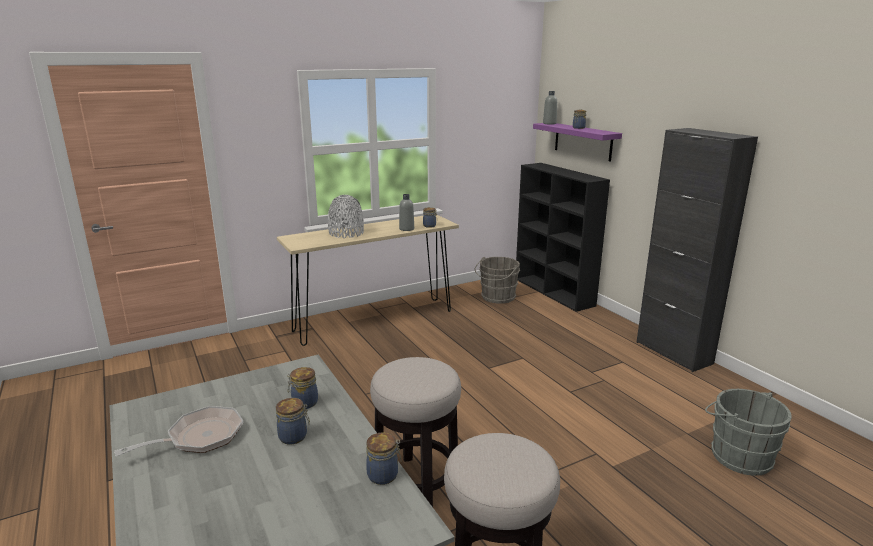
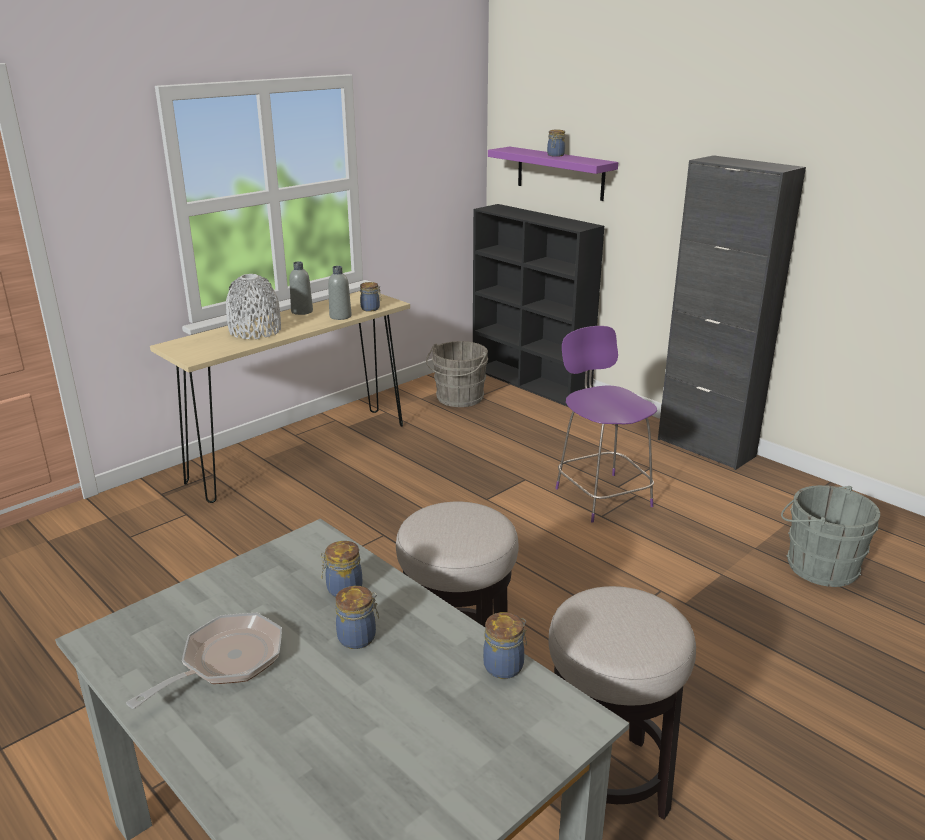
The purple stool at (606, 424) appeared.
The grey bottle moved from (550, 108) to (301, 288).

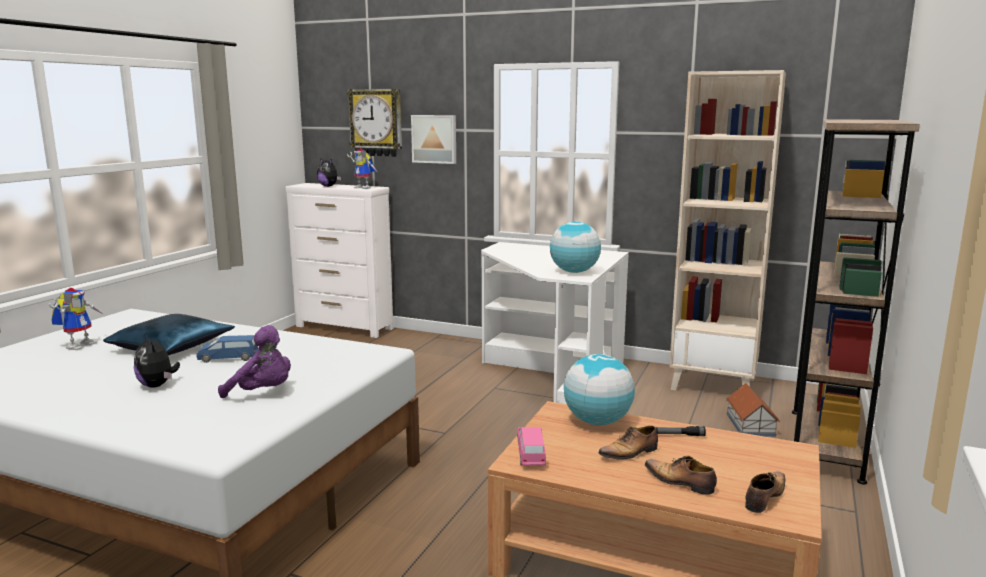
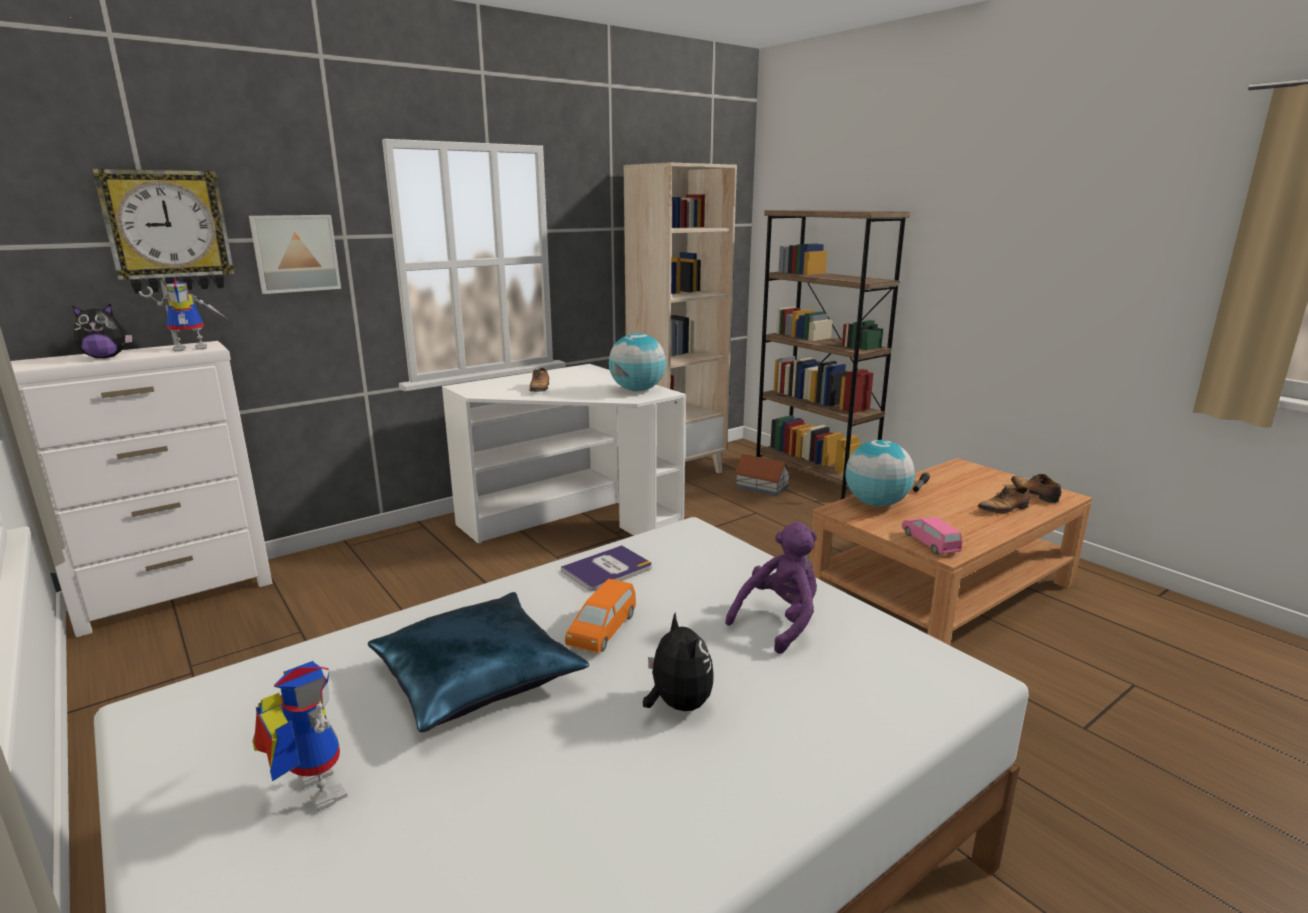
The book at (606, 568) appeared.
The shoe moved from (628, 443) to (539, 380).
The blue toy car at (227, 349) became the orange toy car at (600, 616).
The plush toy at (157, 361) turned 105 degrees counterclockwise.
The pink toy car at (531, 446) turned 45 degrees clockwise.

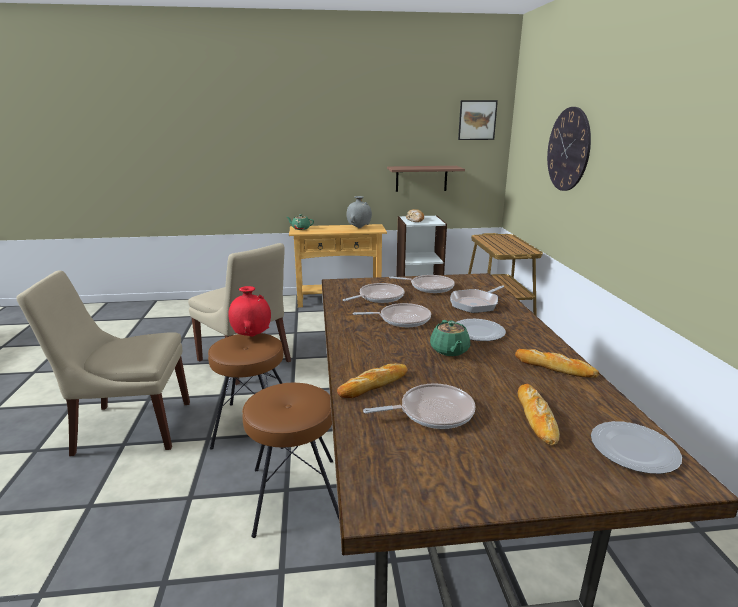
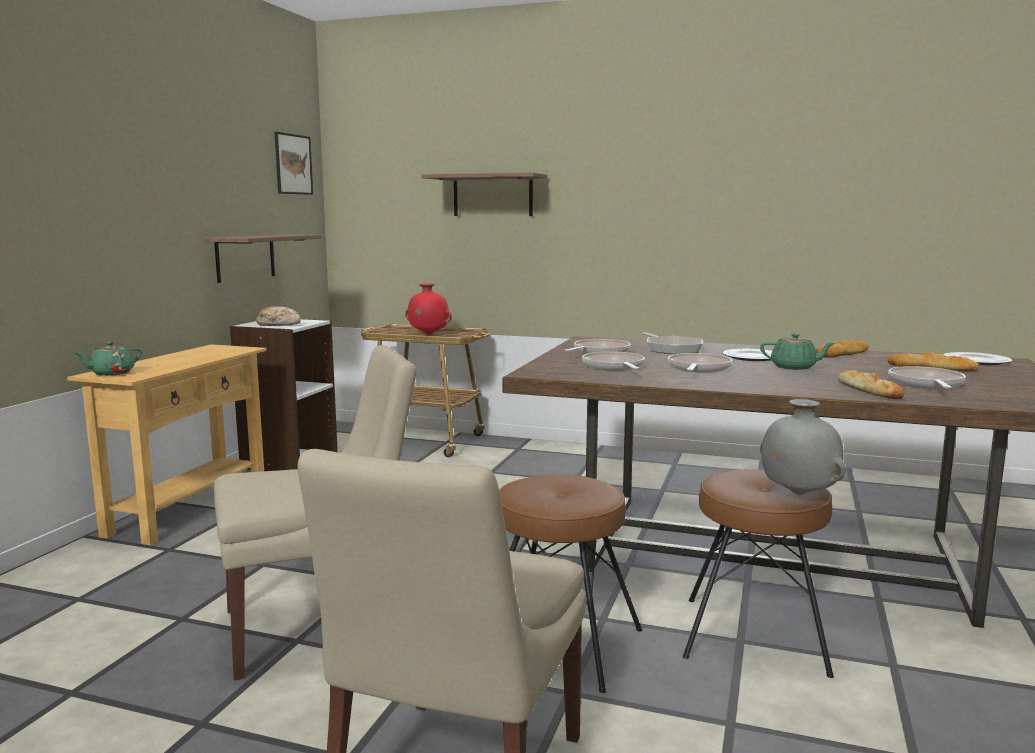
The red vase moved from (249, 311) to (428, 309).
The grey vase moved from (359, 212) to (803, 447).
The wall clock at (569, 149) was replaced by the shelf at (484, 194).

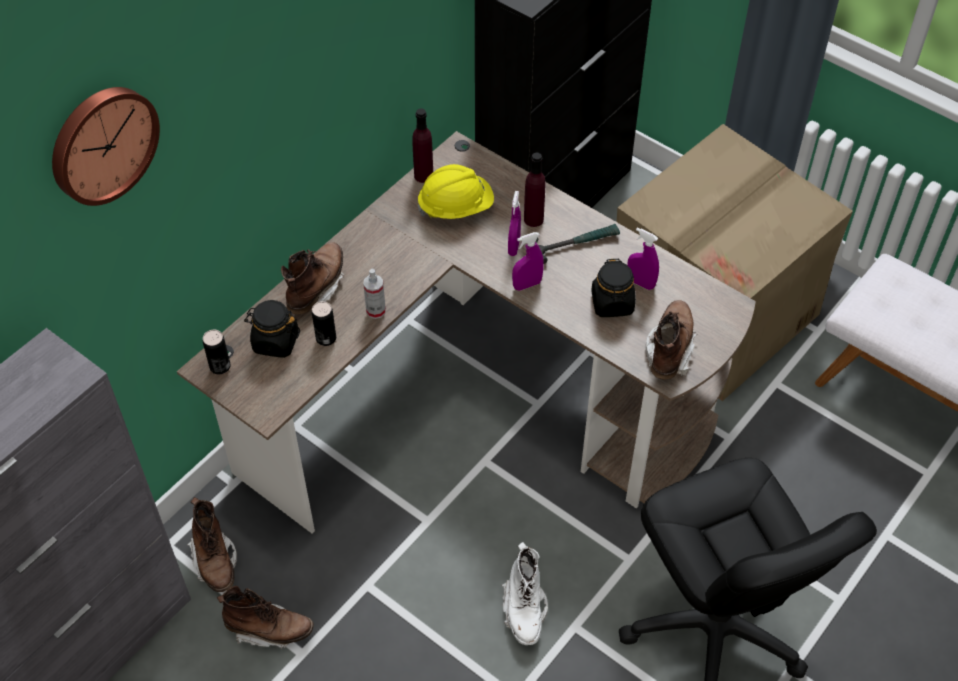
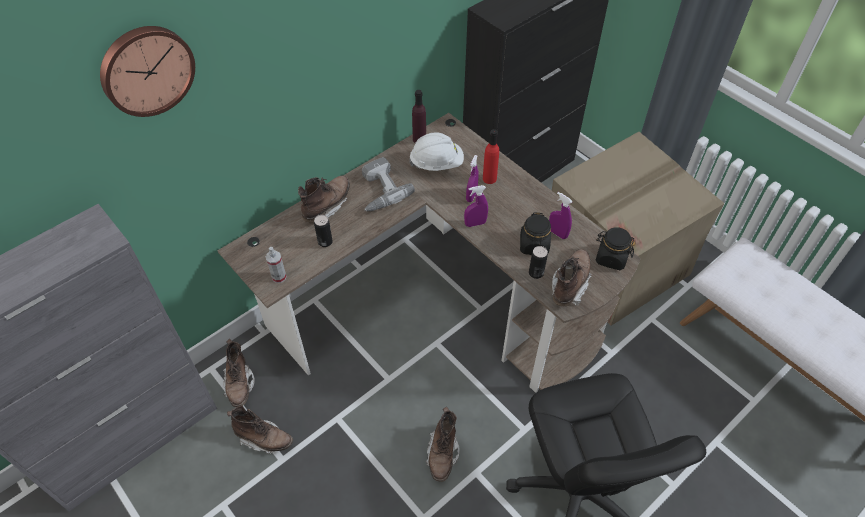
The hammer at (578, 244) disappeared.
The power drill at (388, 184) appeared.
The can moved from (217, 352) to (538, 262).
The black jar moved from (272, 329) to (616, 248).
The spray bottle moved from (374, 293) to (276, 265).
The yellow hard hat at (455, 191) became the white hard hat at (436, 151).
The white boot at (524, 593) became the brown boot at (443, 444).
The purple bottle at (535, 190) became the red bottle at (491, 156).

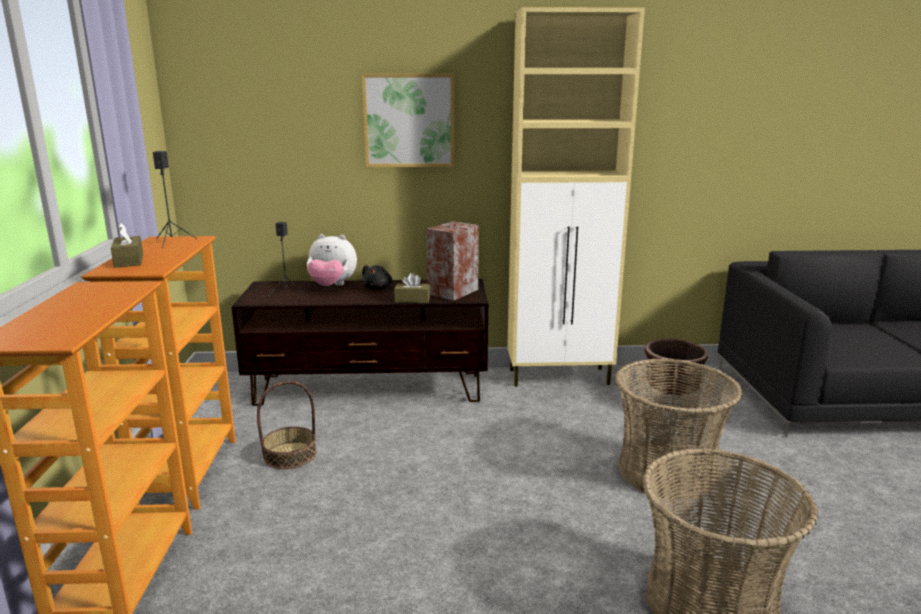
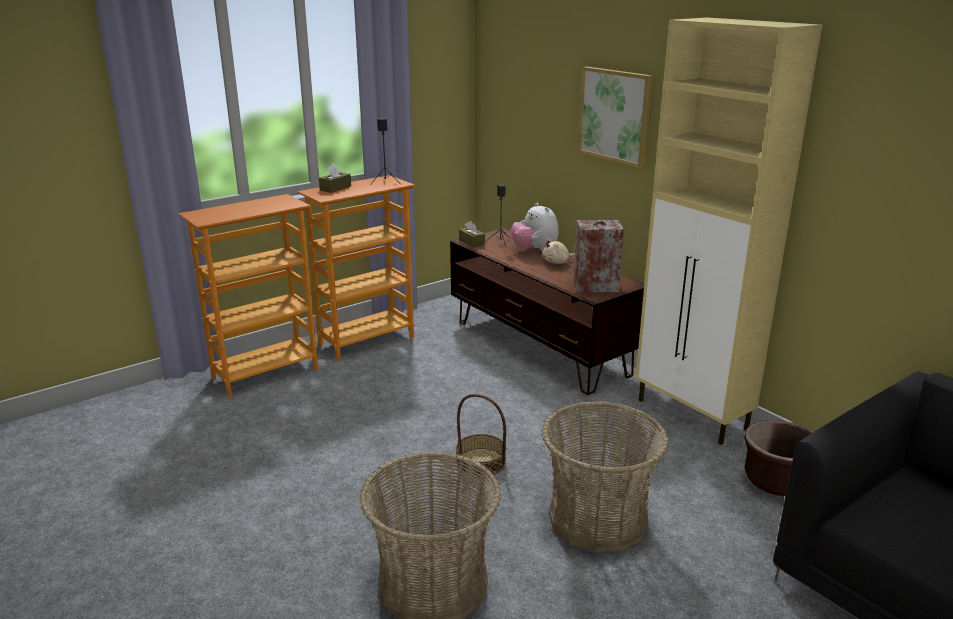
The basket moved from (286, 425) to (481, 435).
The brown tissue box moved from (412, 288) to (472, 234).
The black plush toy at (377, 277) became the beige plush toy at (559, 251).

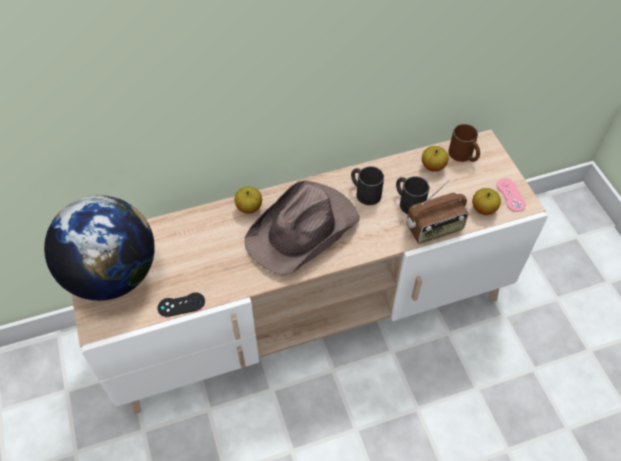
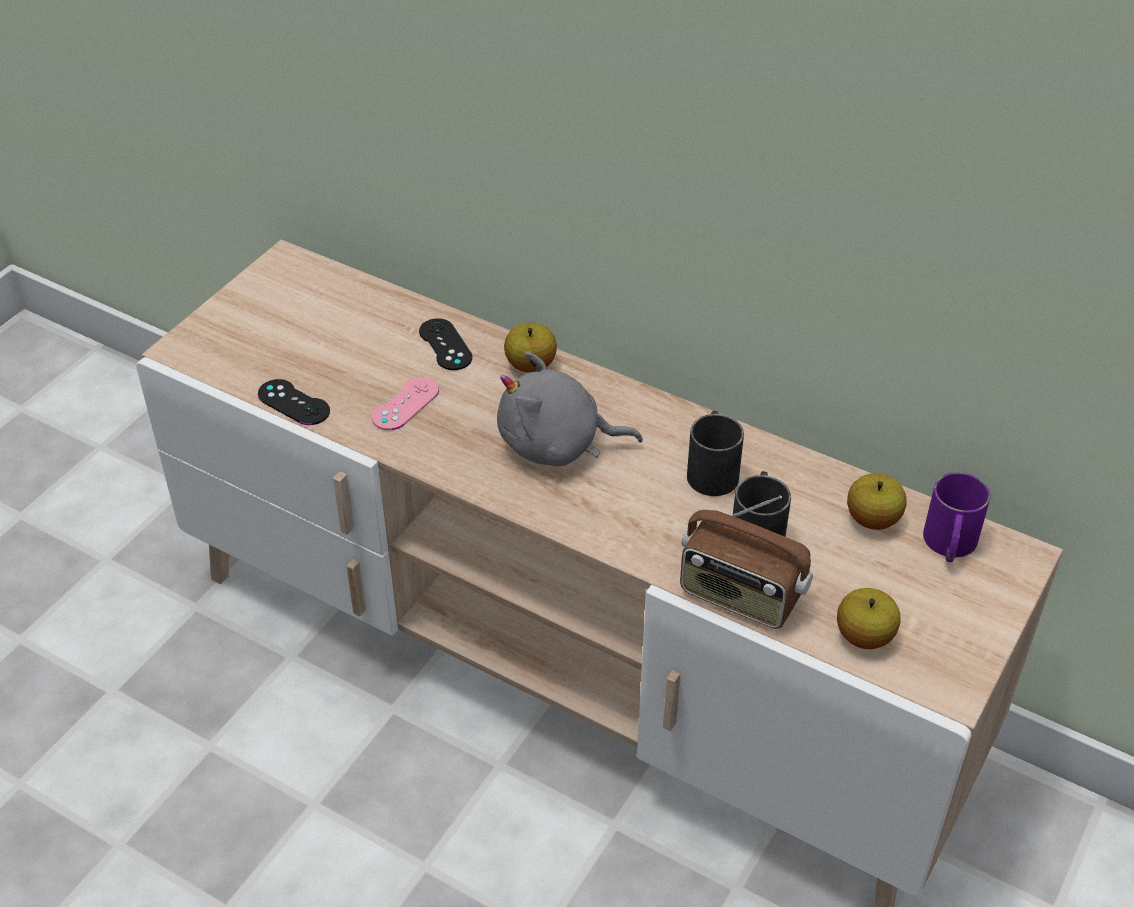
The globe at (99, 248) disappeared.
The black game controller at (445, 344) appeared.
The pink game controller moved from (511, 195) to (405, 403).
The brown hat at (302, 228) was replaced by the grey plush toy at (570, 408).
The brown mug at (464, 143) became the purple mug at (956, 517).

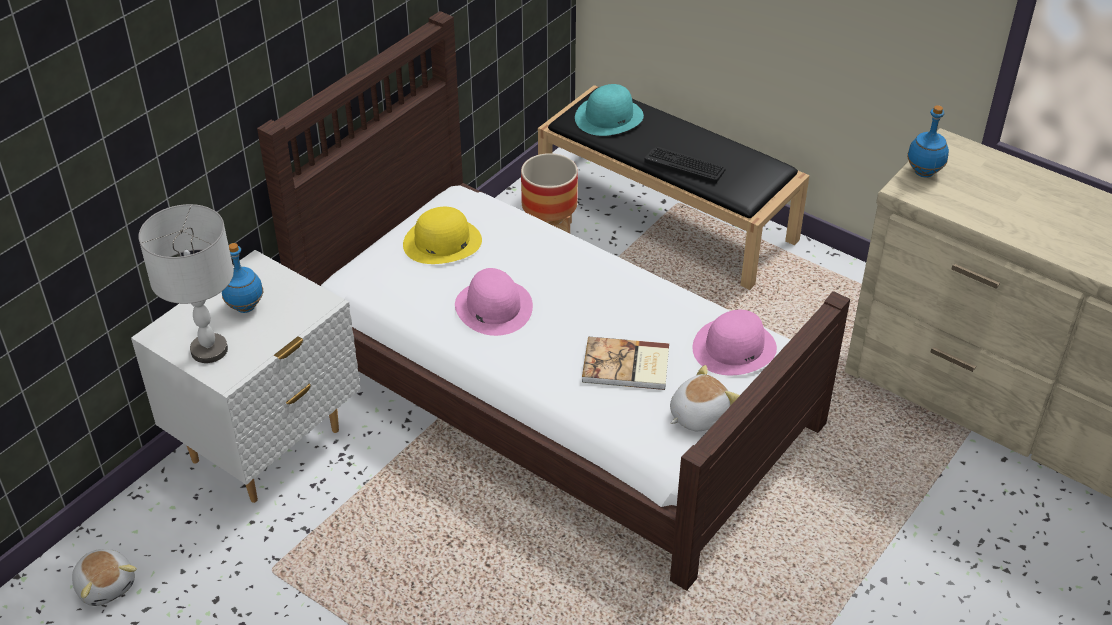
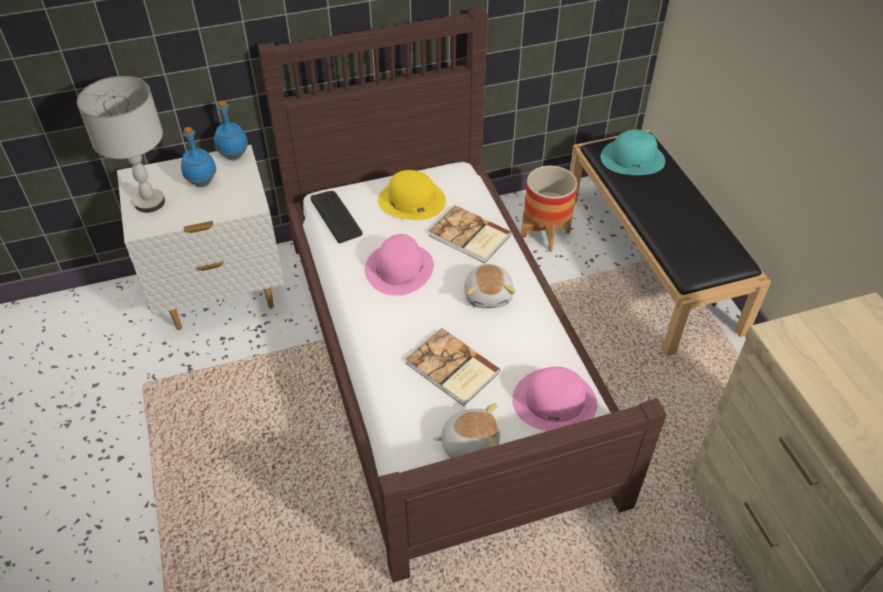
The book at (470, 234) appeared.
The plush toy moved from (104, 577) to (490, 286).
The keyboard moved from (685, 165) to (337, 217).
The blue bottle moved from (928, 141) to (231, 130).

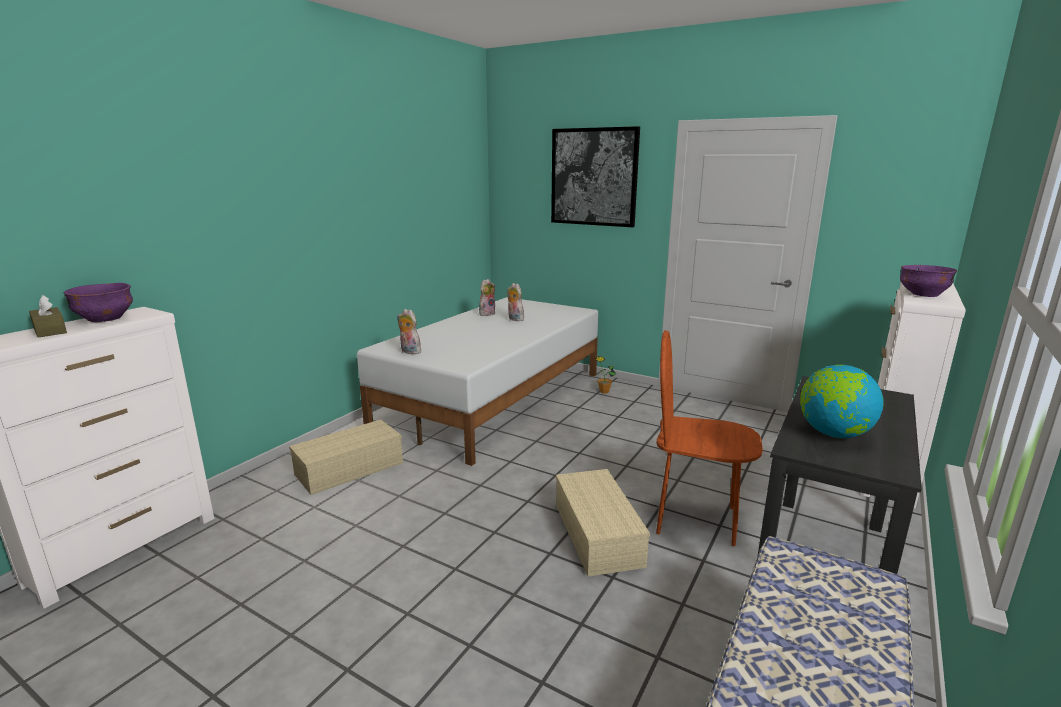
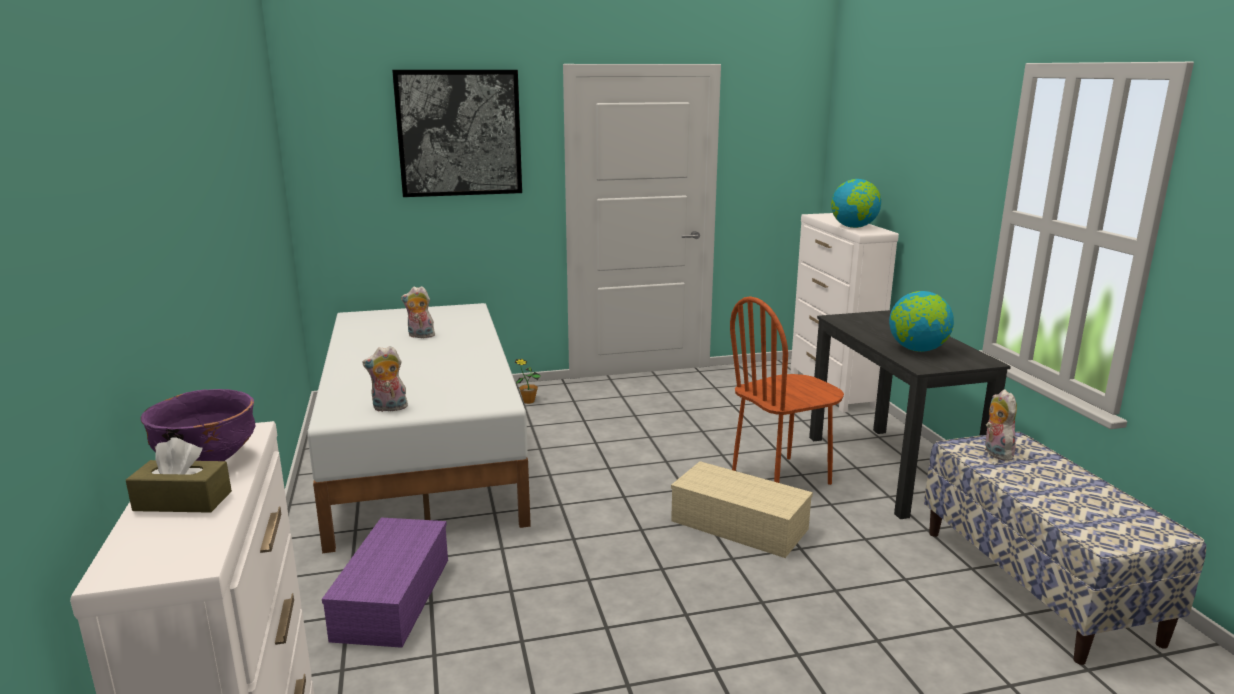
The plush toy moved from (487, 297) to (1000, 425).
The purple bowl at (928, 281) was replaced by the globe at (856, 203).
The beige storage box at (346, 457) became the purple storage box at (385, 583).

